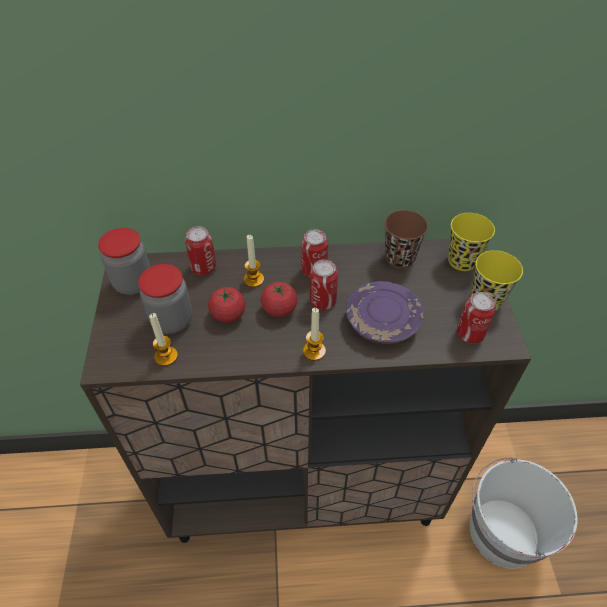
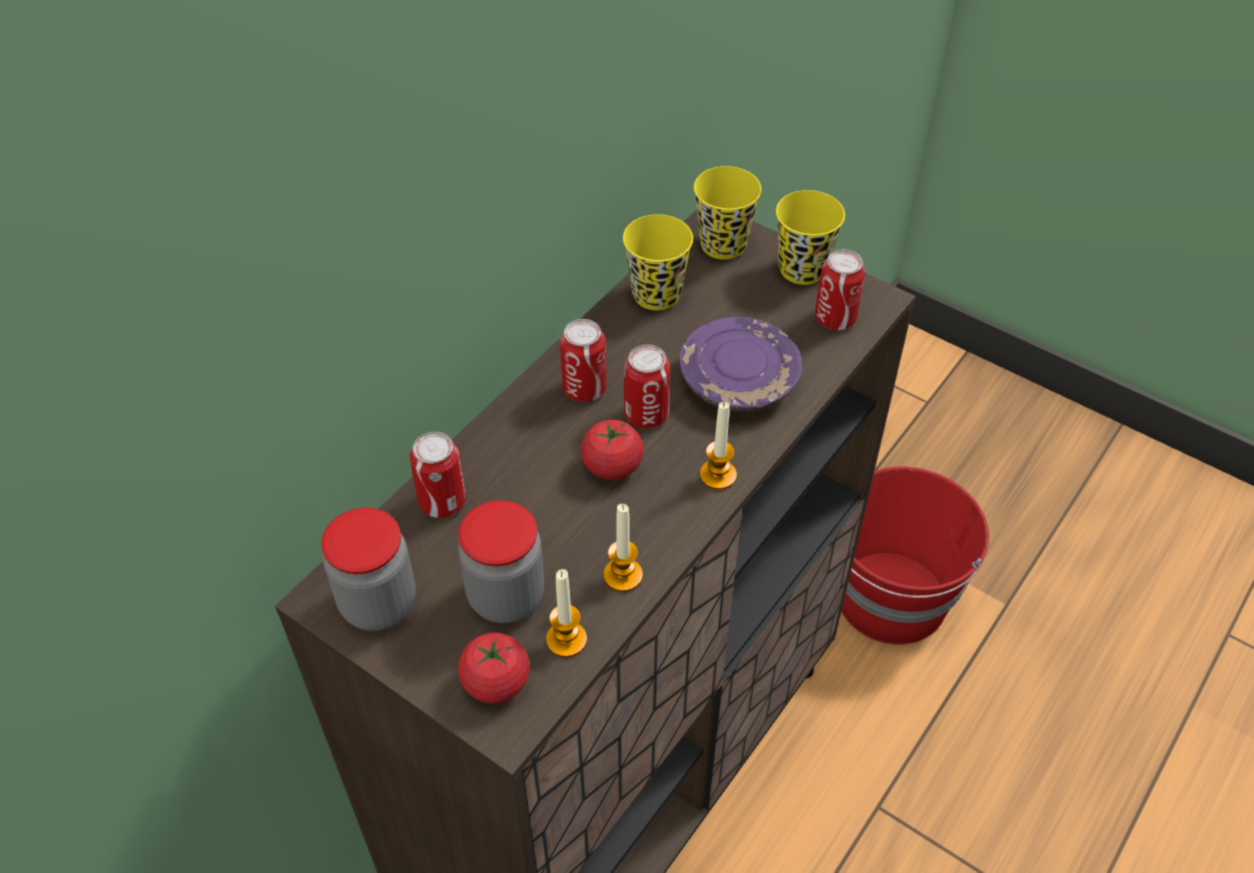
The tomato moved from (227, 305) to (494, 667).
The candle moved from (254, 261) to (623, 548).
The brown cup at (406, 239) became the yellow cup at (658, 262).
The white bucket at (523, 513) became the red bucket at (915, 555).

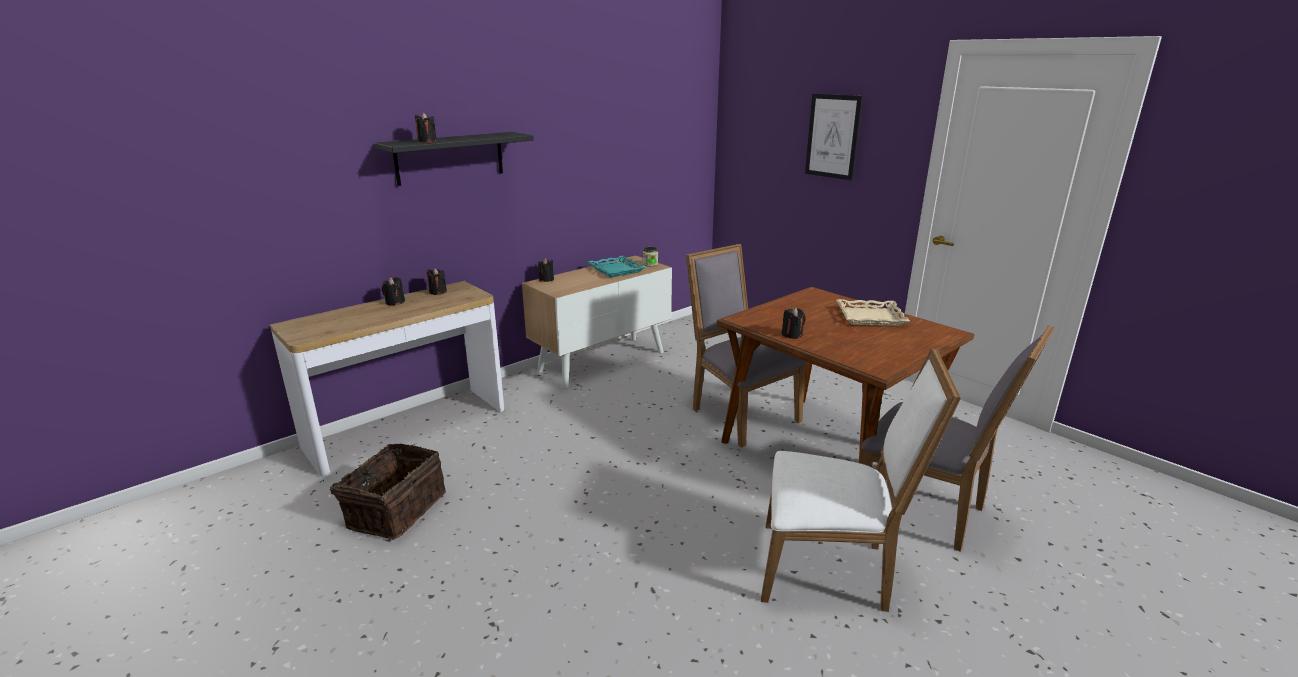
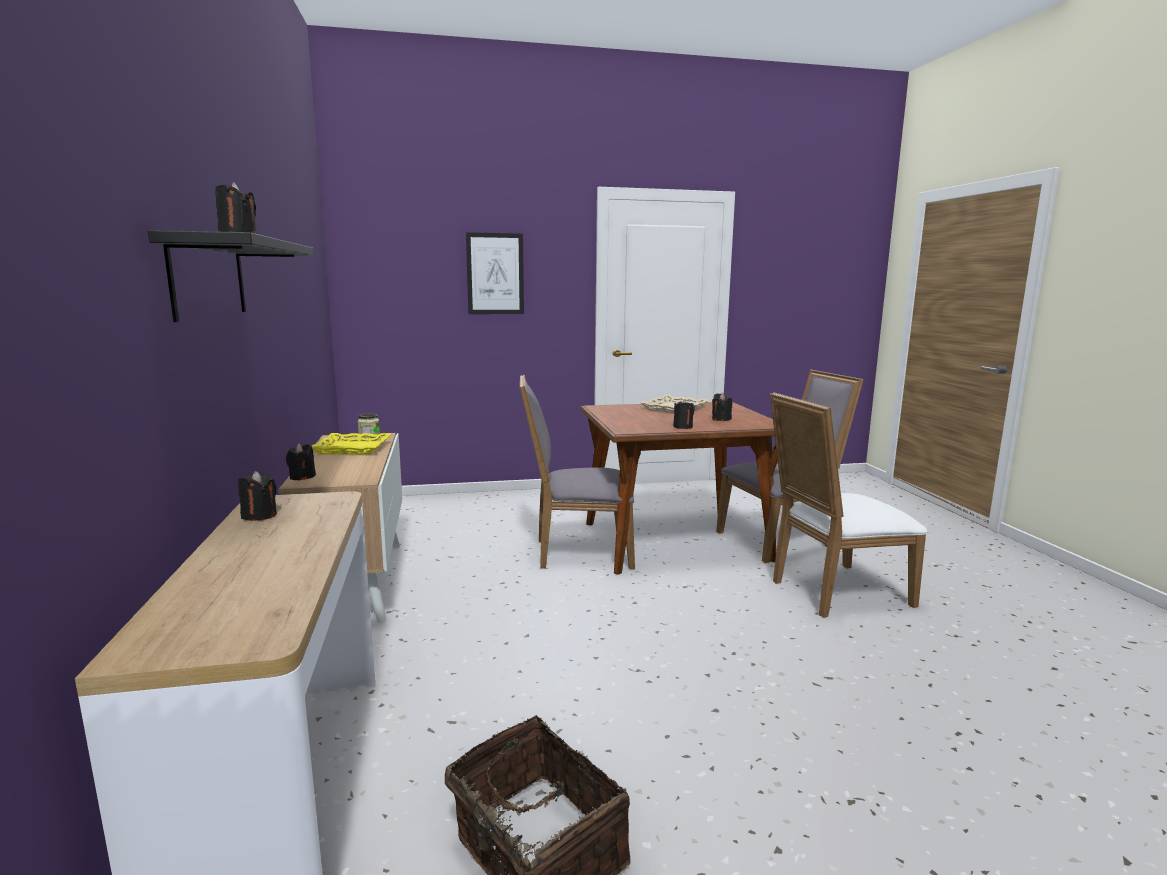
The black candle moved from (393, 291) to (722, 407).
The turquoise tray at (616, 266) became the yellow tray at (351, 443).
The white chair at (861, 479) turned 150 degrees counterclockwise.

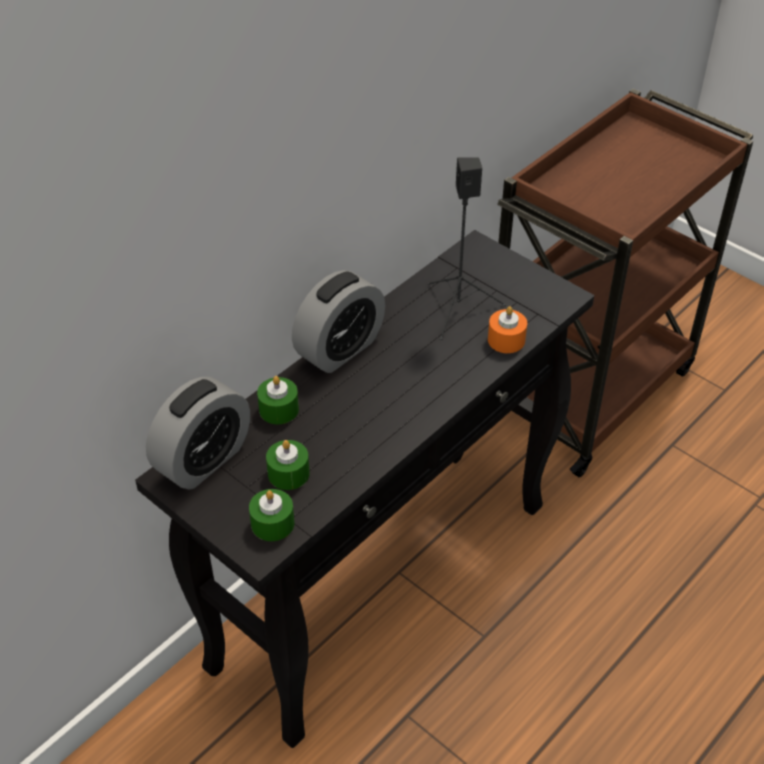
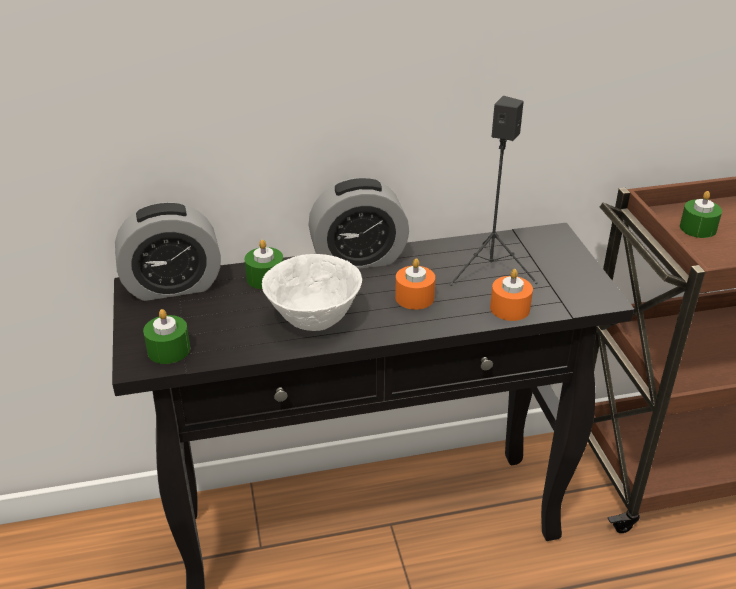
The white bowl at (312, 292) appeared.
The orange candle at (415, 284) appeared.
The green candle moved from (288, 465) to (701, 214).

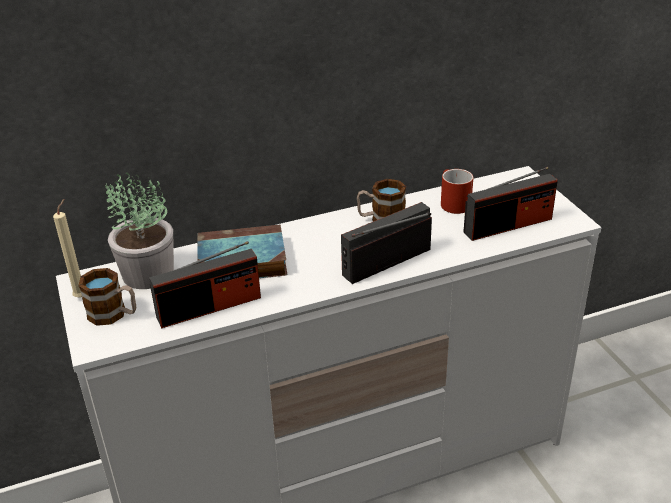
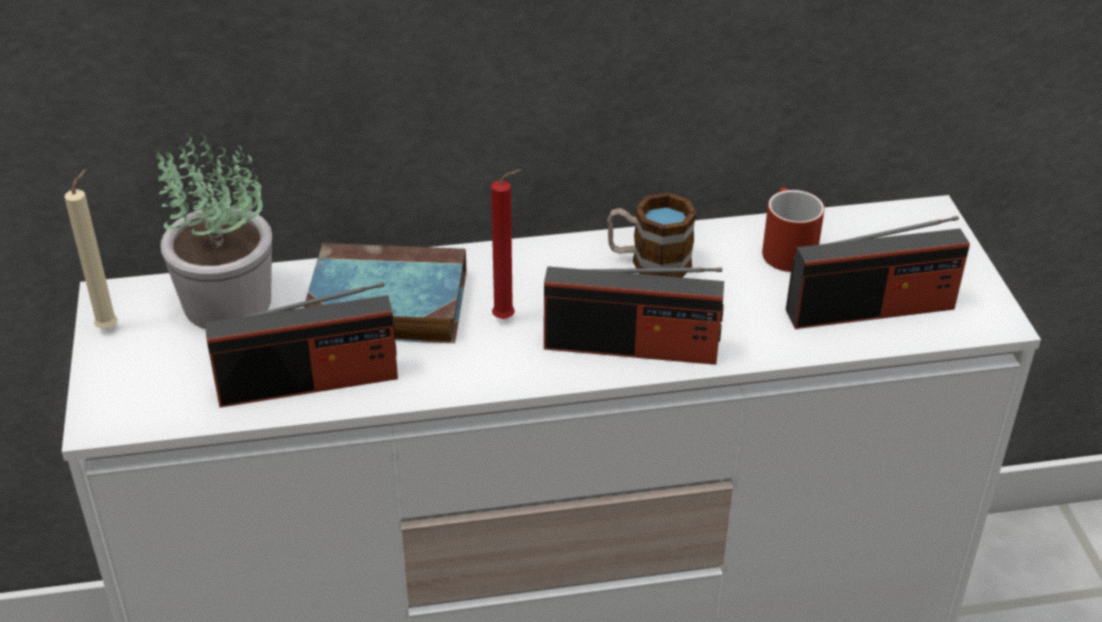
The mug at (107, 297) disappeared.
The red candle at (506, 244) appeared.
The radio at (386, 243) turned 150 degrees counterclockwise.

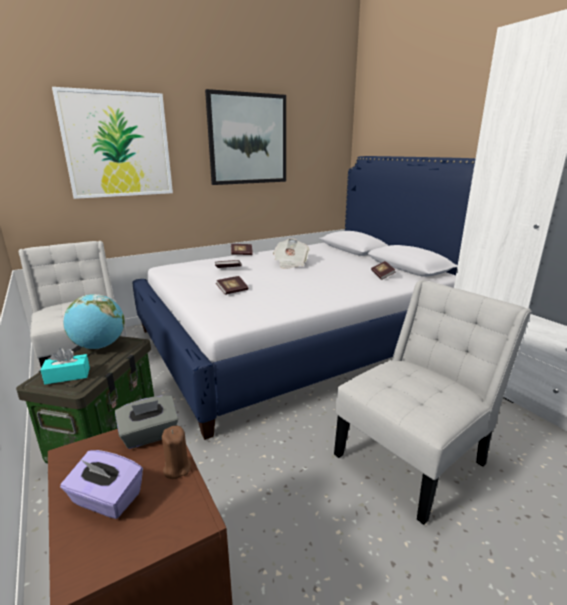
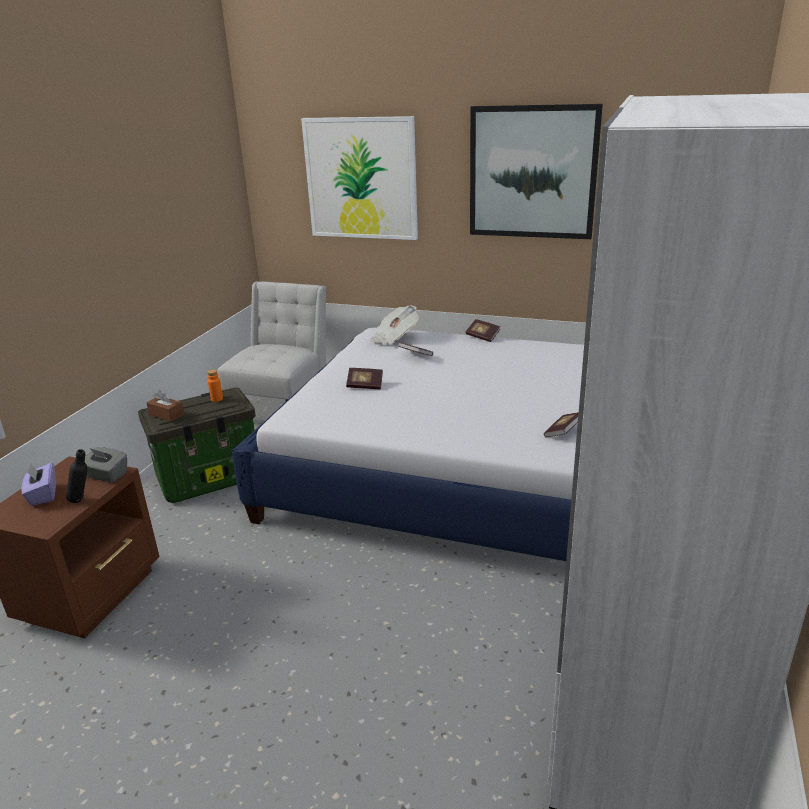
The white chair at (433, 402) disappeared.
The newspaper moved from (291, 253) to (394, 324).
The globe at (94, 321) was replaced by the orange bottle at (215, 385).
The brown candle at (176, 452) was replaced by the black bottle at (77, 476).
The turquoise tissue box at (65, 366) became the brown tissue box at (165, 406).

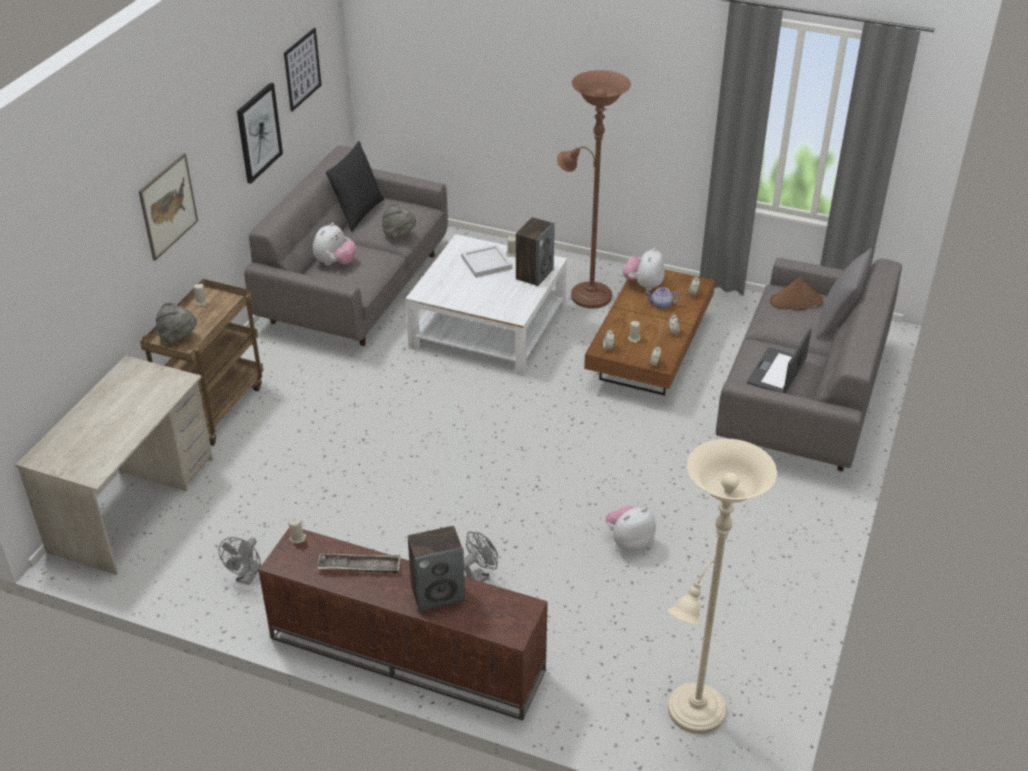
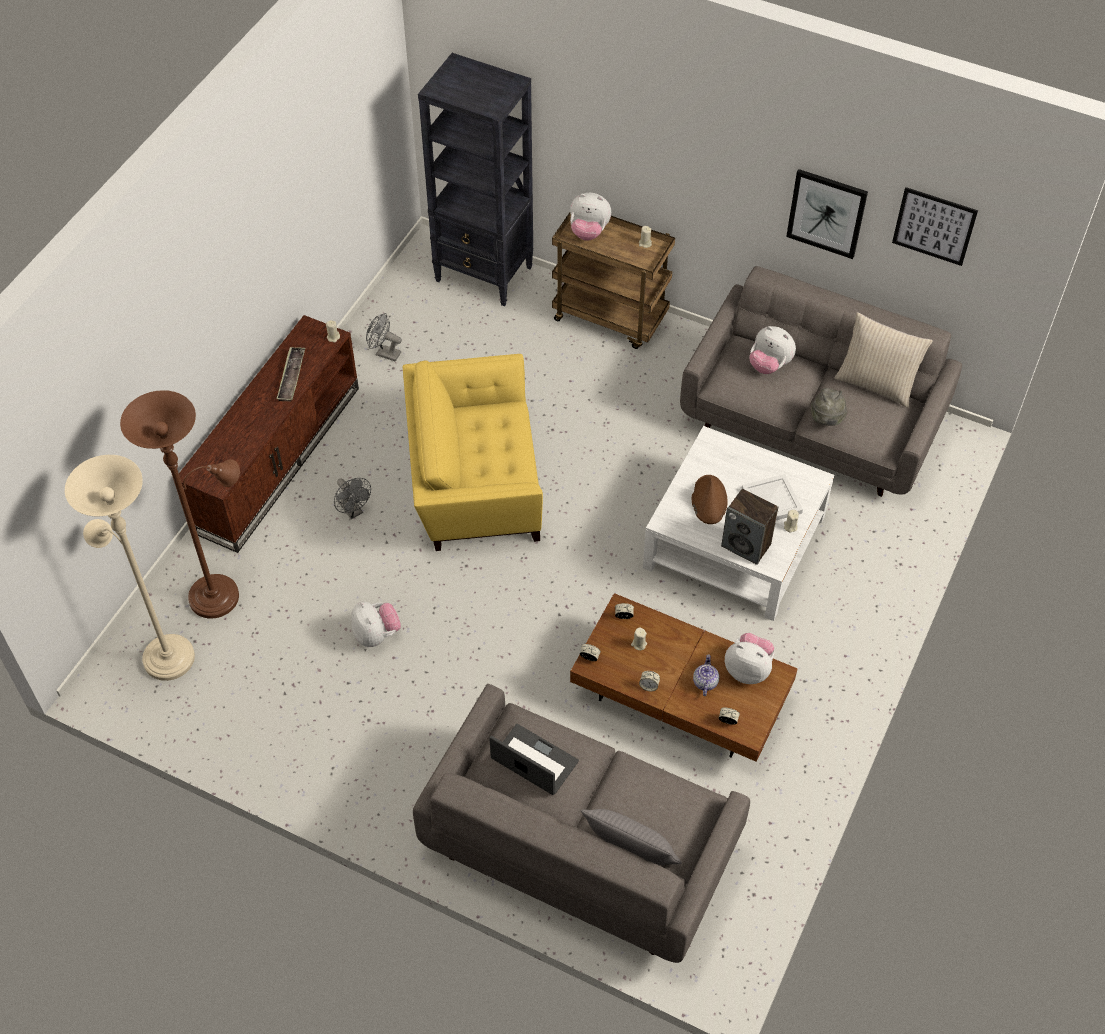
The picture at (168, 207) disappeared.
The speaker at (436, 569) disappeared.
The yellow armchair at (472, 452) appeared.
The brown floor lamp moved from (594, 189) to (180, 504).
The brown hat moved from (796, 293) to (710, 499).
The beige desk at (114, 465) was replaced by the black bookcase at (475, 179).
The grey hat at (176, 323) was replaced by the plush toy at (590, 217).
The black pillow at (355, 186) became the beige pillow at (884, 360).

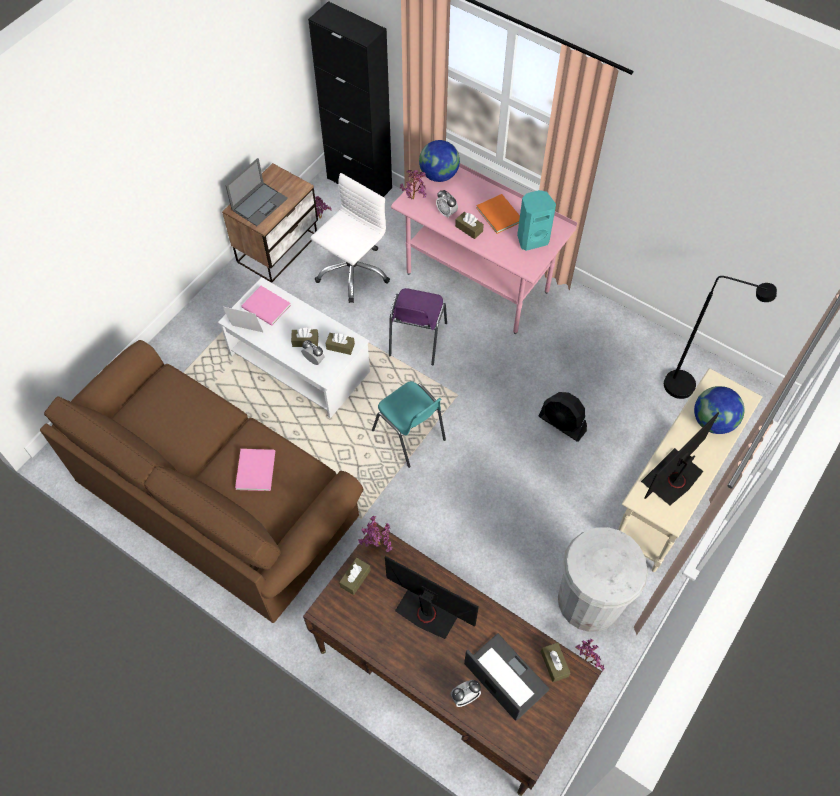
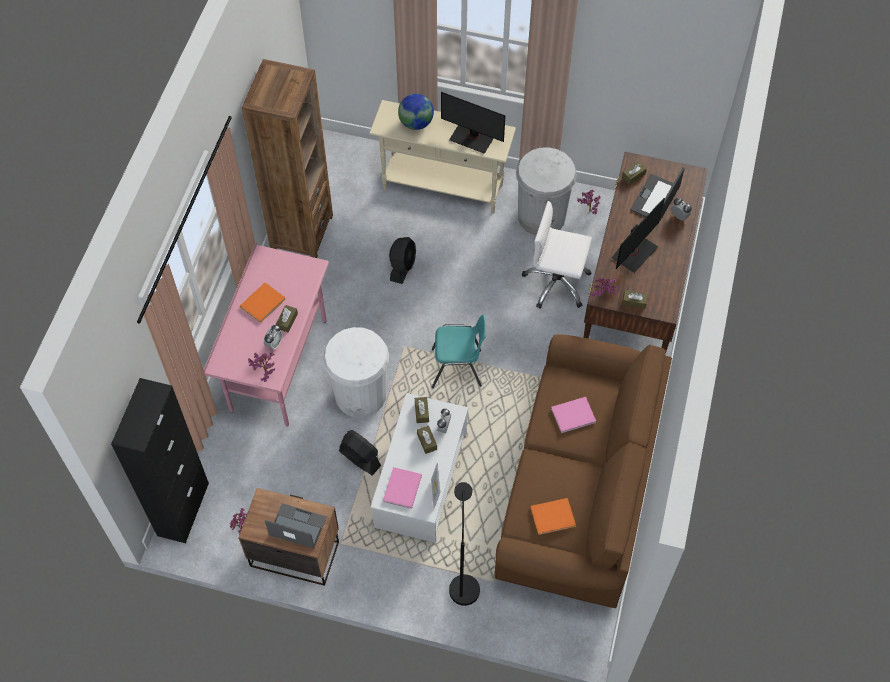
The globe at (439, 161) disappeared.
The turquoise speaker at (536, 220) disappeared.
The brown bookcase at (287, 158) appeared.
The black fan at (360, 452) appeared.
The orange book at (553, 516) appeared.
The white office chair moved from (350, 238) to (557, 255).
The black floor lamp moved from (720, 337) to (464, 544).
The purple chair at (418, 326) was replaced by the white trash can at (356, 372).
The turquoise chair at (409, 424) turned 60 degrees clockwise.
The monitor at (432, 597) turned 150 degrees counterclockwise.

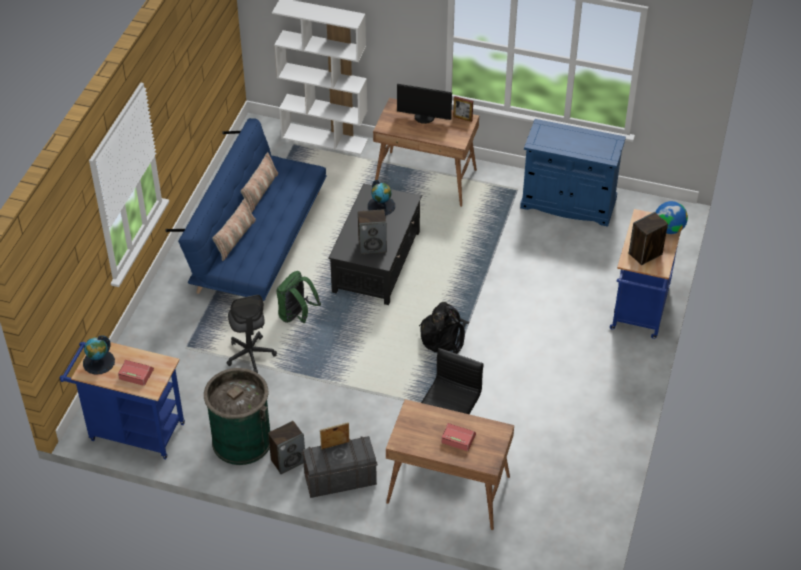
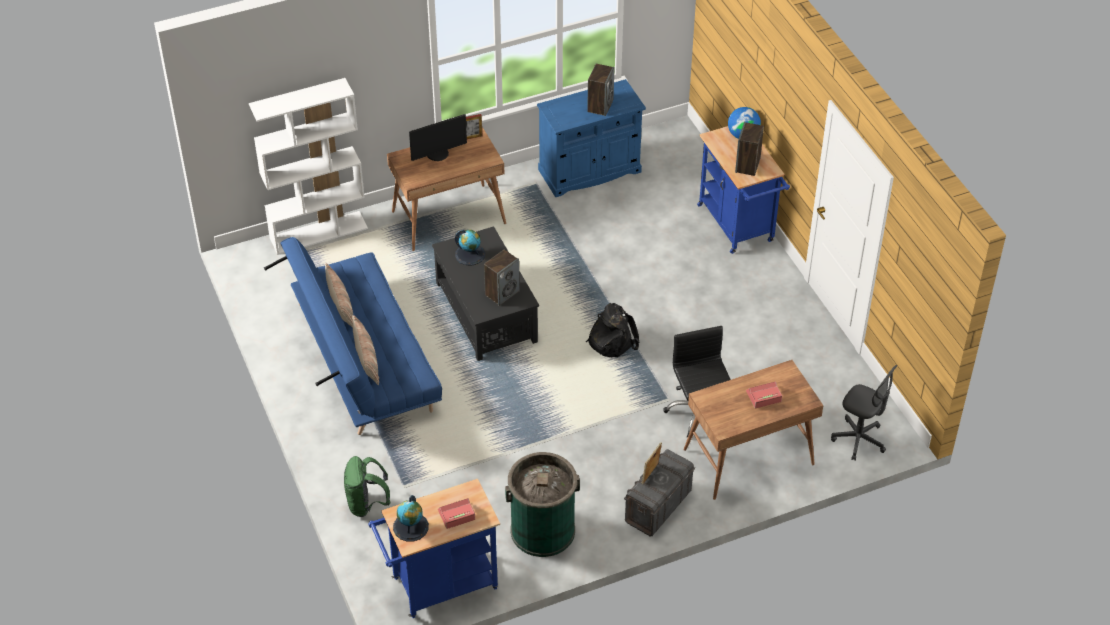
The grey office chair moved from (252, 334) to (864, 413).
The speaker moved from (286, 447) to (600, 90).
The green backpack moved from (299, 297) to (367, 486).

